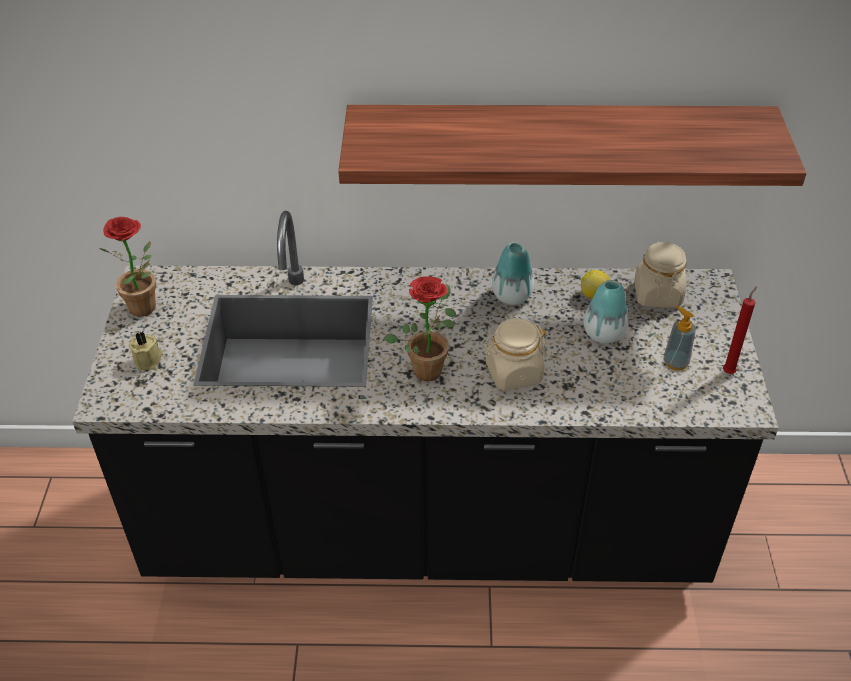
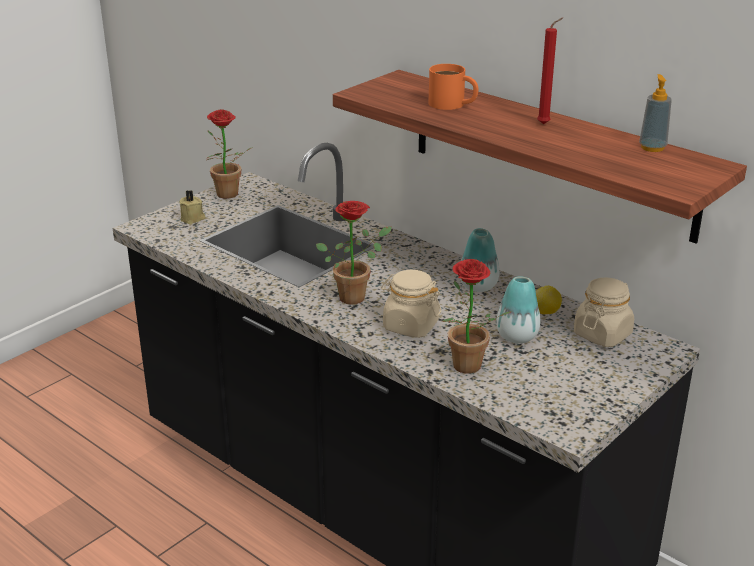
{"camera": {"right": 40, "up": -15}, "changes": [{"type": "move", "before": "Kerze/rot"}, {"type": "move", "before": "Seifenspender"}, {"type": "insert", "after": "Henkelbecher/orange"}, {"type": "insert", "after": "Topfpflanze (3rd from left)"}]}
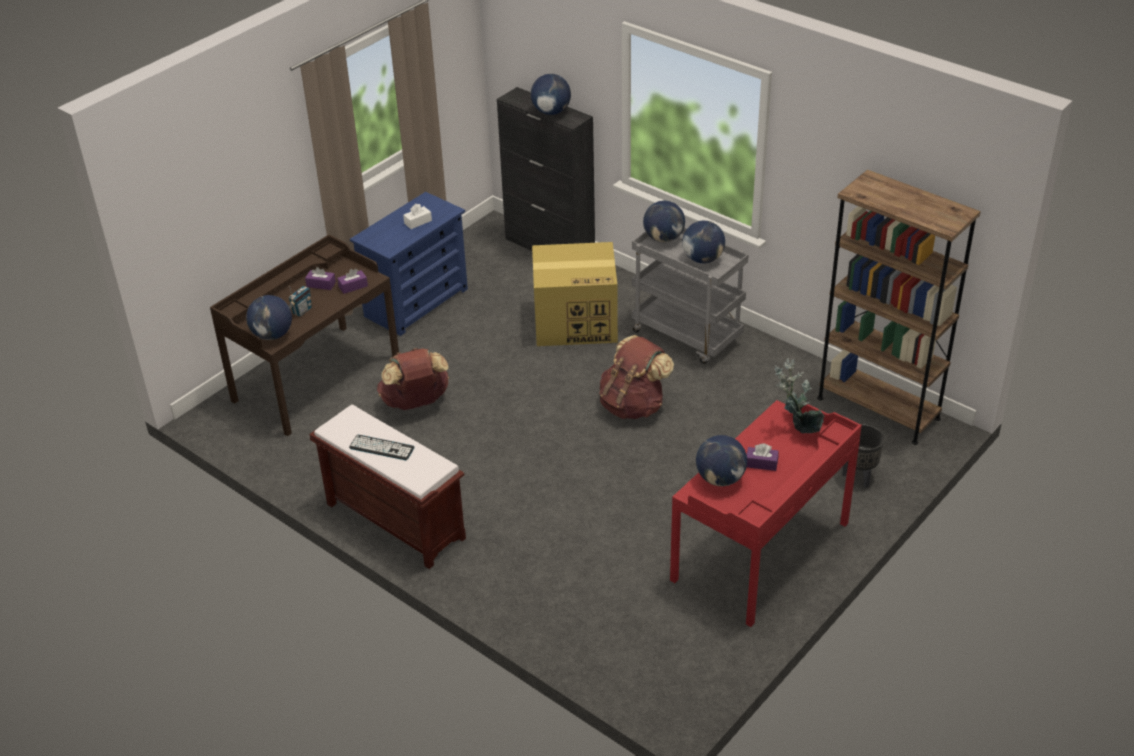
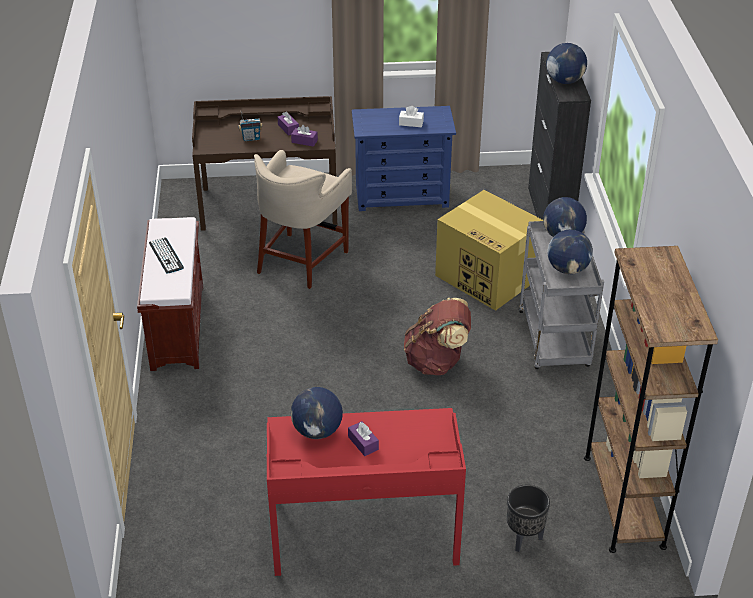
{"camera": {"right": 45, "up": 0}, "changes": [{"type": "delete", "before": "Globus (1st from left)"}, {"type": "replace", "before": "Rucksack/braun (1st from left)", "after": "Hocker/beige"}, {"type": "delete", "before": "Topfpflanze"}]}
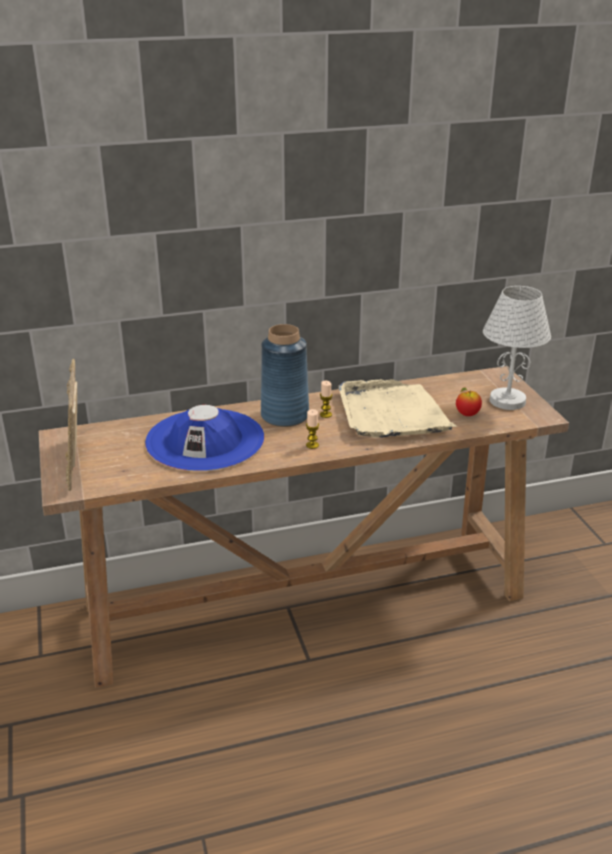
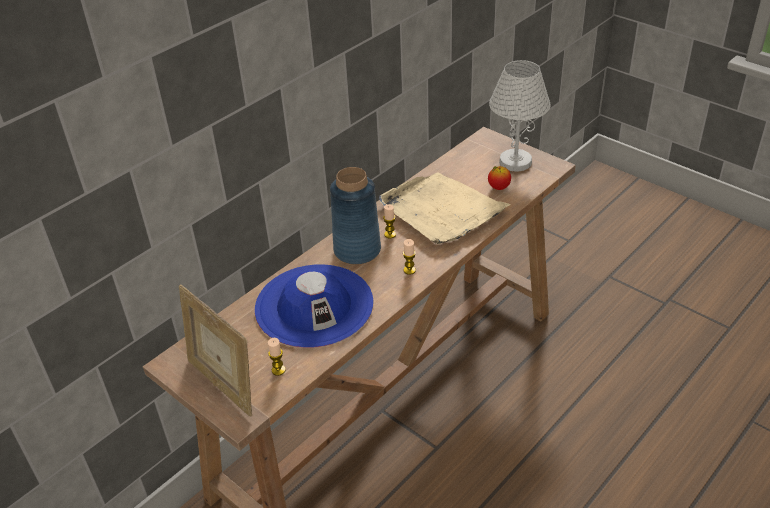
{"camera": {"right": -30, "up": 10}, "changes": [{"type": "insert", "after": "Kerze (1st from left)"}]}
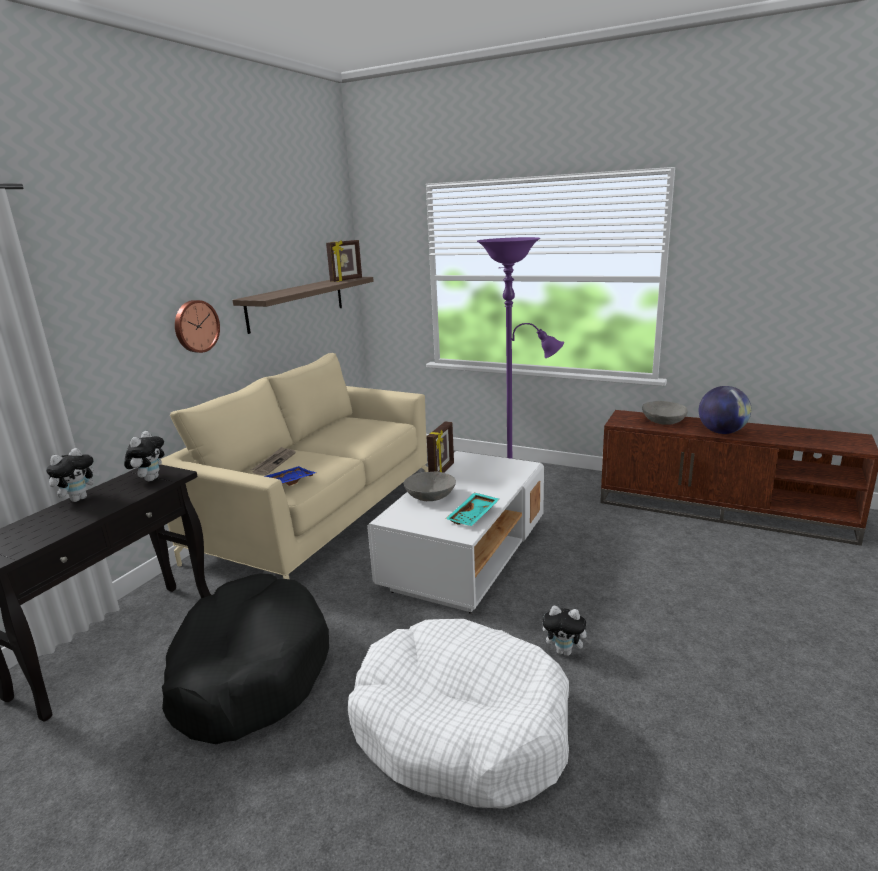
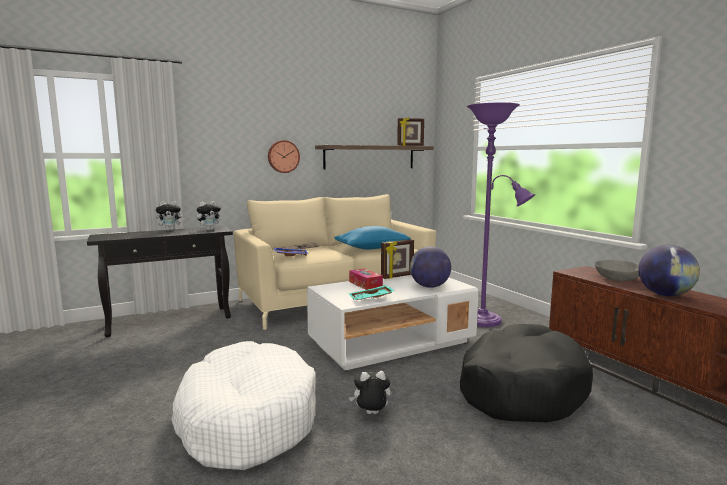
{"camera": {"right": 35, "up": -10}, "changes": [{"type": "replace", "before": "Schüssel/grau (1st from left)", "after": "Taschentuchbox"}, {"type": "move", "before": "Hundebett/schwarz"}, {"type": "rotate", "before": "Plüschtier (3rd from left)", "turn": 120}, {"type": "insert", "after": "Kissen/blau"}, {"type": "insert", "after": "Globus (1st from left)"}]}
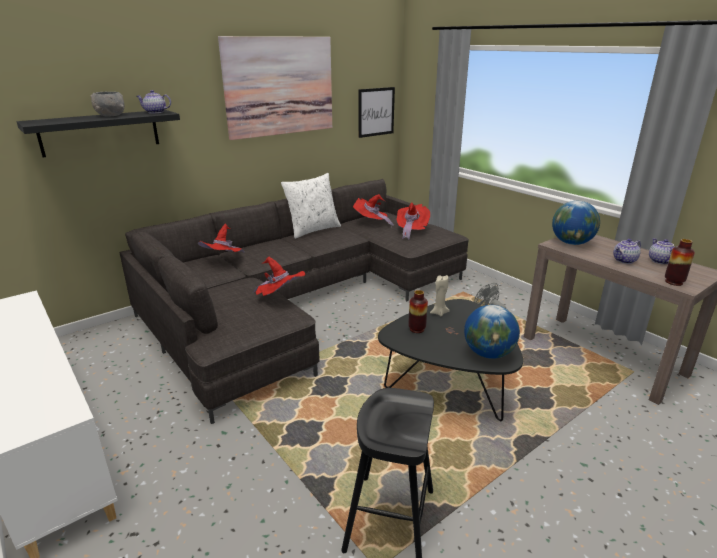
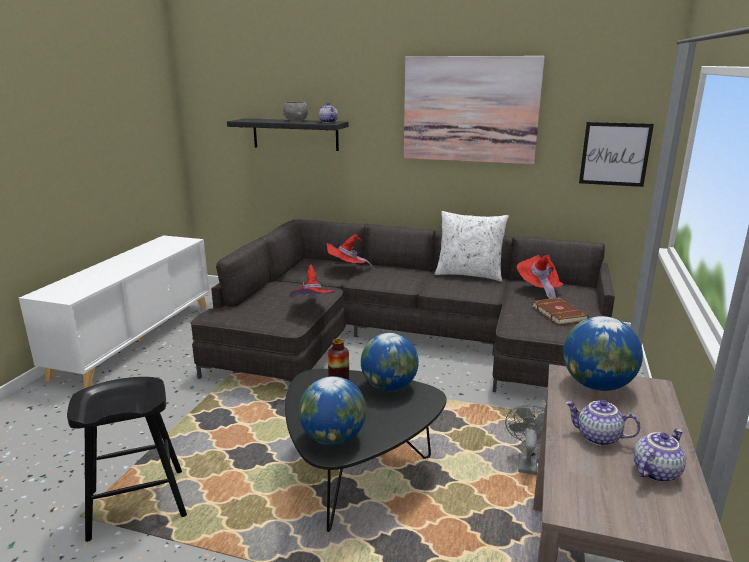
{"camera": {"right": 55, "up": -5}, "changes": [{"type": "replace", "before": "Hut/rot (4th from left)", "after": "Buch/braun"}, {"type": "delete", "before": "Vase (2nd from left)"}, {"type": "replace", "before": "Kerze/beige", "after": "Globus (2nd from left)"}]}
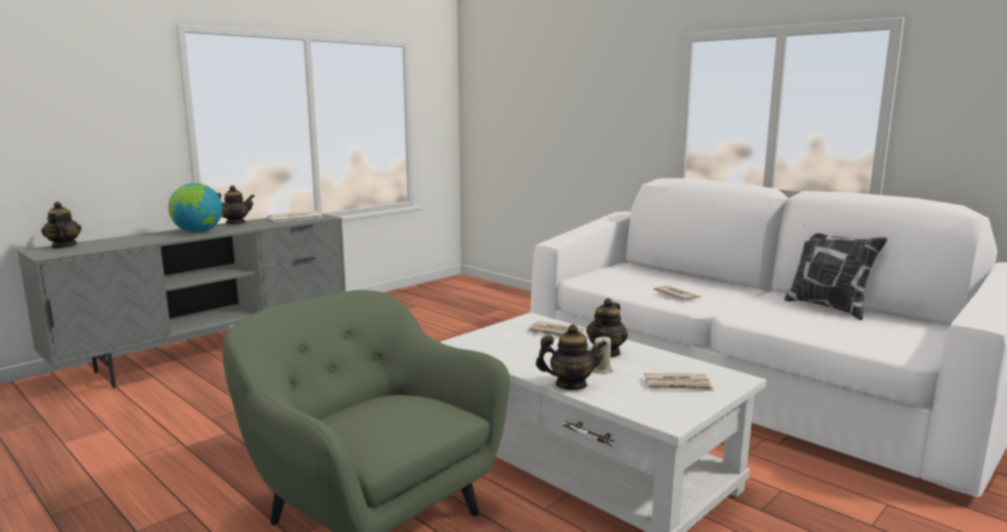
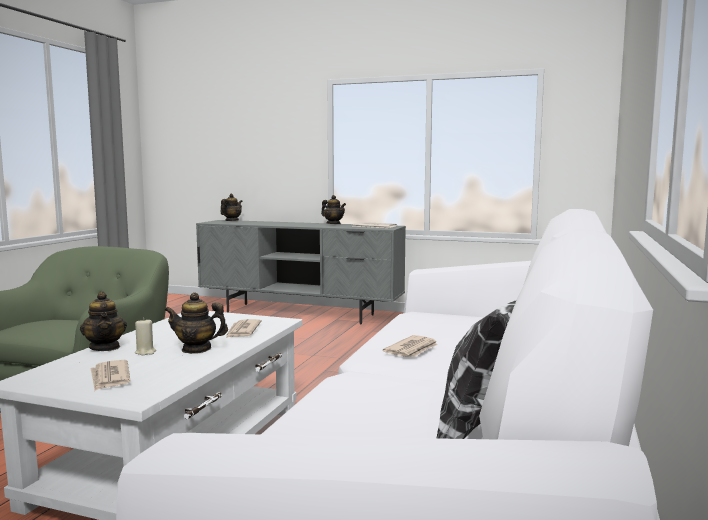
{"camera": {"right": 65, "up": -5}, "changes": [{"type": "delete", "before": "Globus"}]}
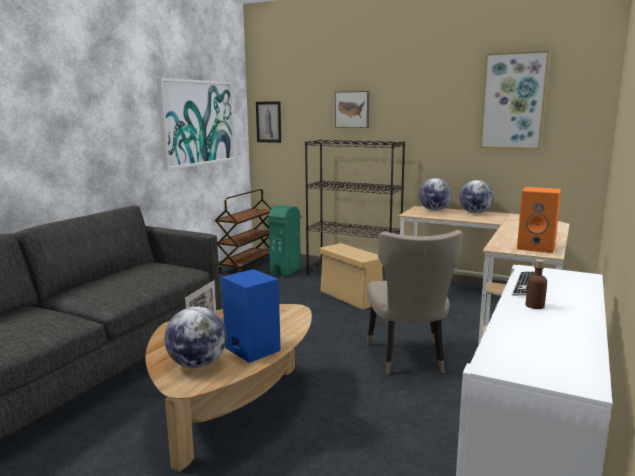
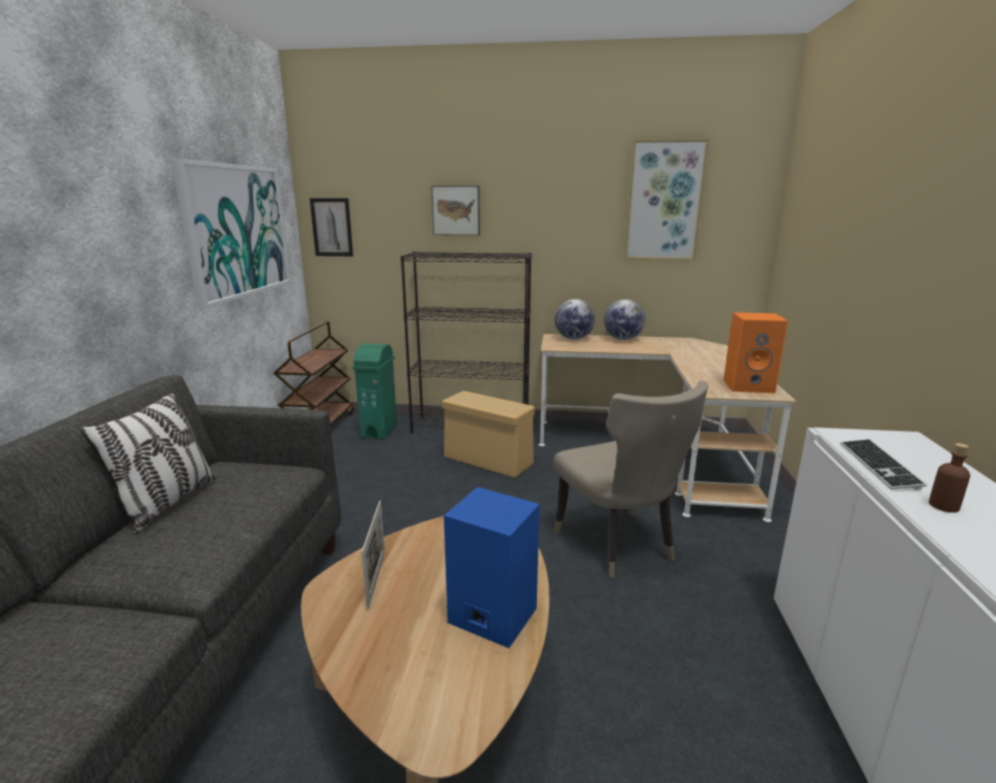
{"camera": {"right": -20, "up": 5}, "changes": [{"type": "delete", "before": "Globus (1st from left)"}, {"type": "insert", "after": "Kissen"}]}
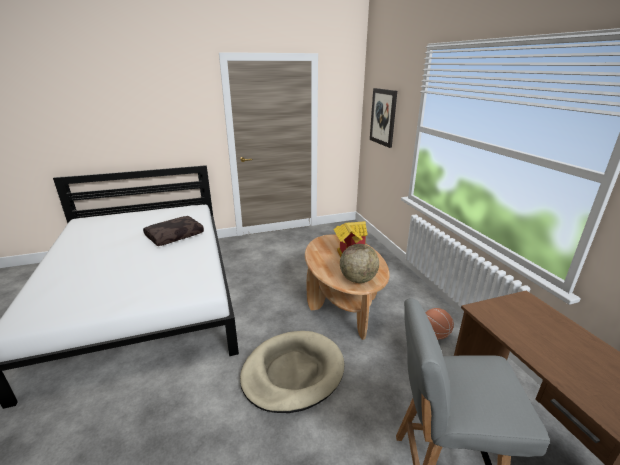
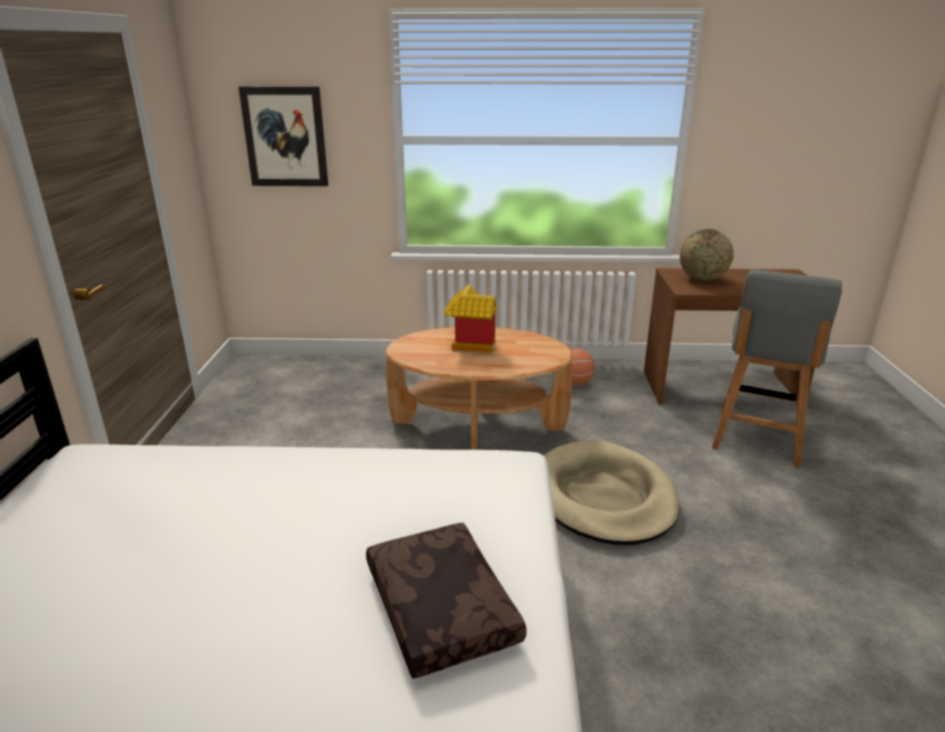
{"camera": {"right": -70, "up": 0}, "changes": [{"type": "move", "before": "Kissen/braun"}, {"type": "move", "before": "Globus"}]}
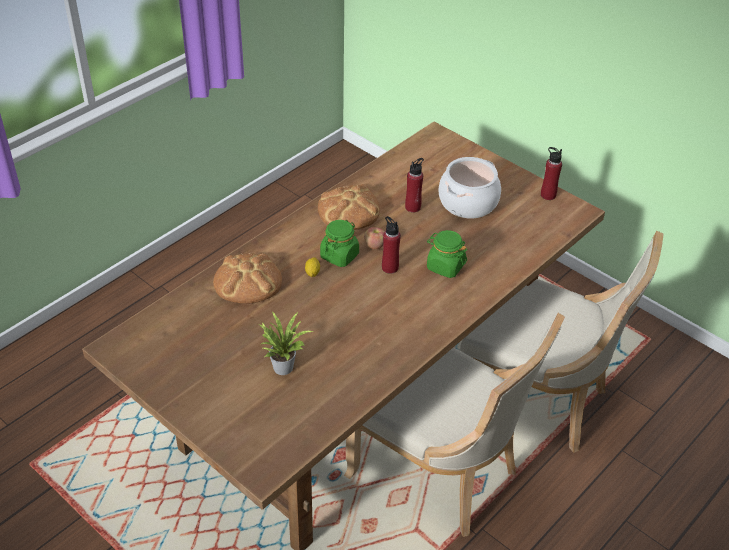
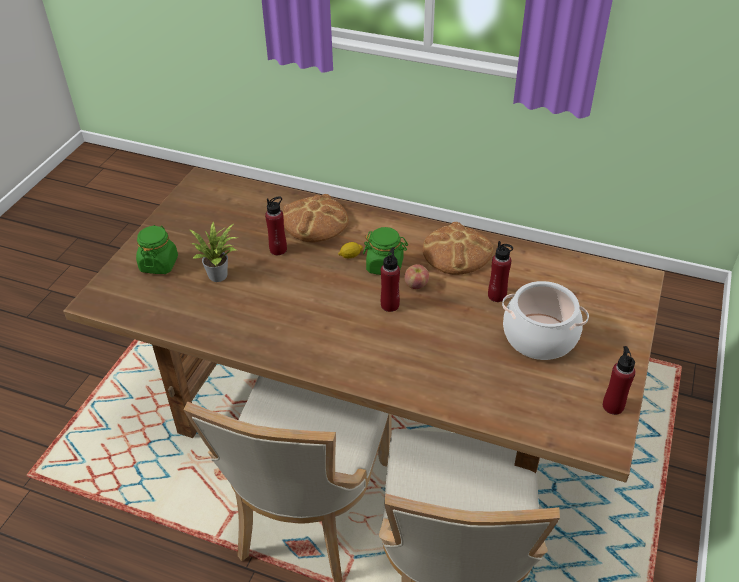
{"camera": {"right": 70, "up": 0}, "changes": [{"type": "move", "before": "Vorratsglas/grün (2nd from left in the first image)", "after": "Vorratsglas/grün (1st from left)"}, {"type": "insert", "after": "Flasche/rot (1st from left)"}]}
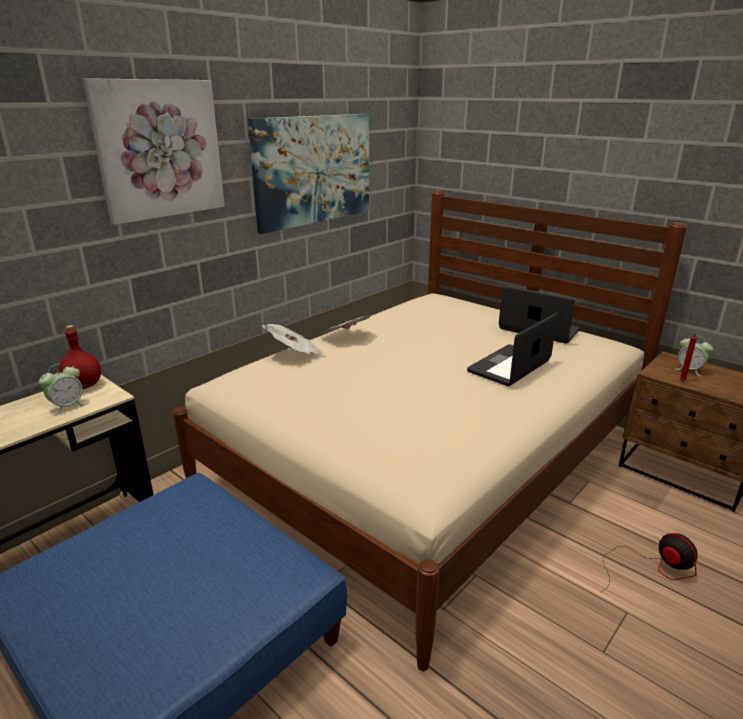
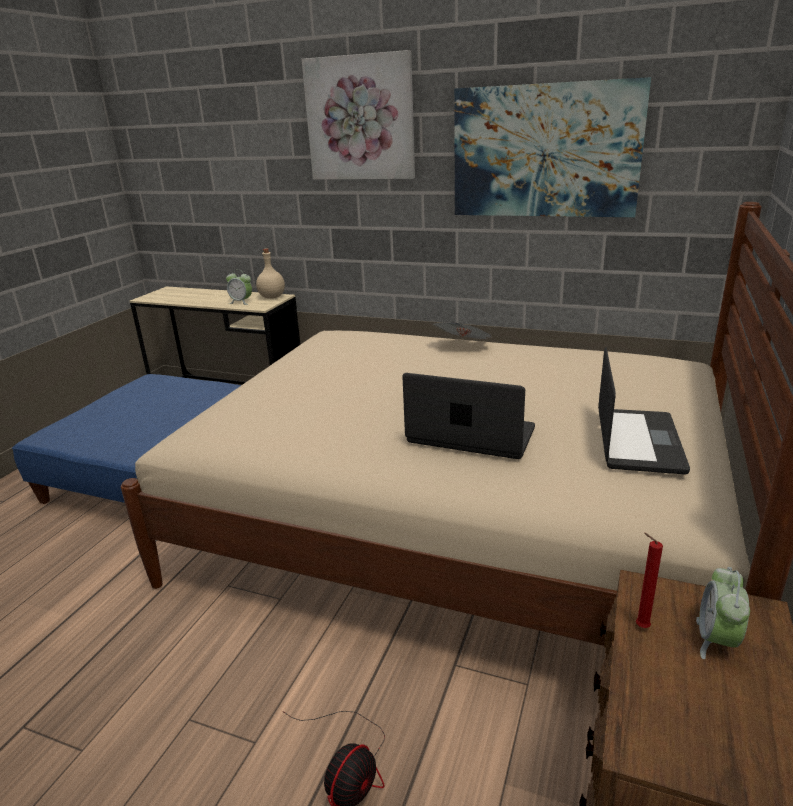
{"camera": {"right": 70, "up": 0}, "changes": [{"type": "delete", "before": "Zeitung (1st from left)"}, {"type": "recolor", "before": "Flasche/rot", "after": "Flasche/beige"}]}
